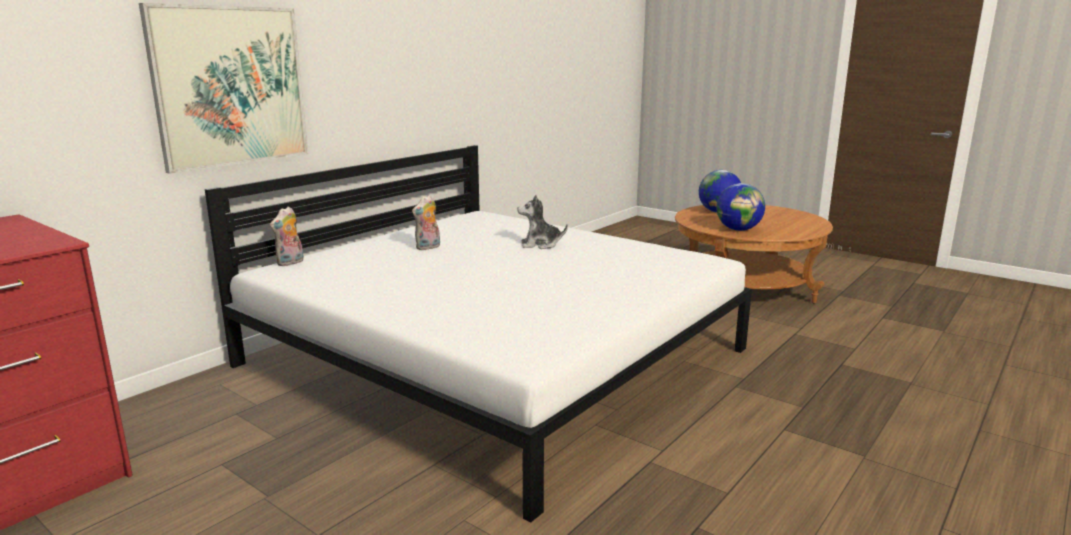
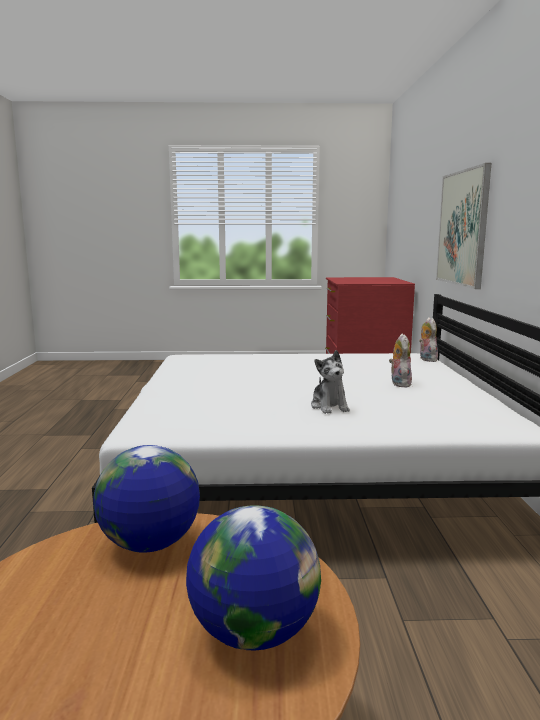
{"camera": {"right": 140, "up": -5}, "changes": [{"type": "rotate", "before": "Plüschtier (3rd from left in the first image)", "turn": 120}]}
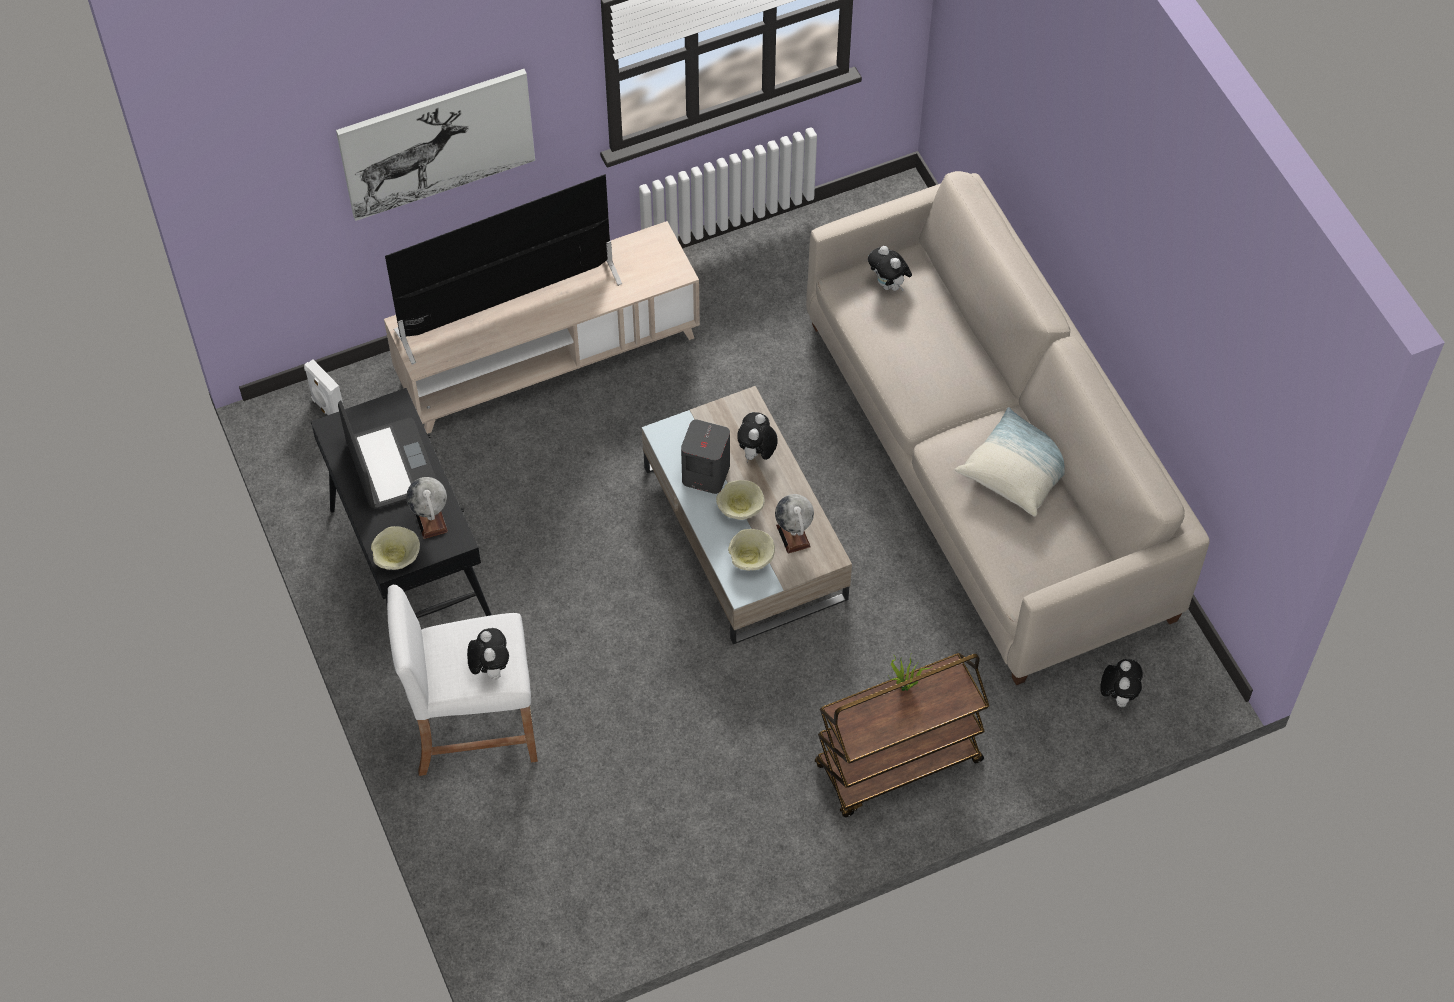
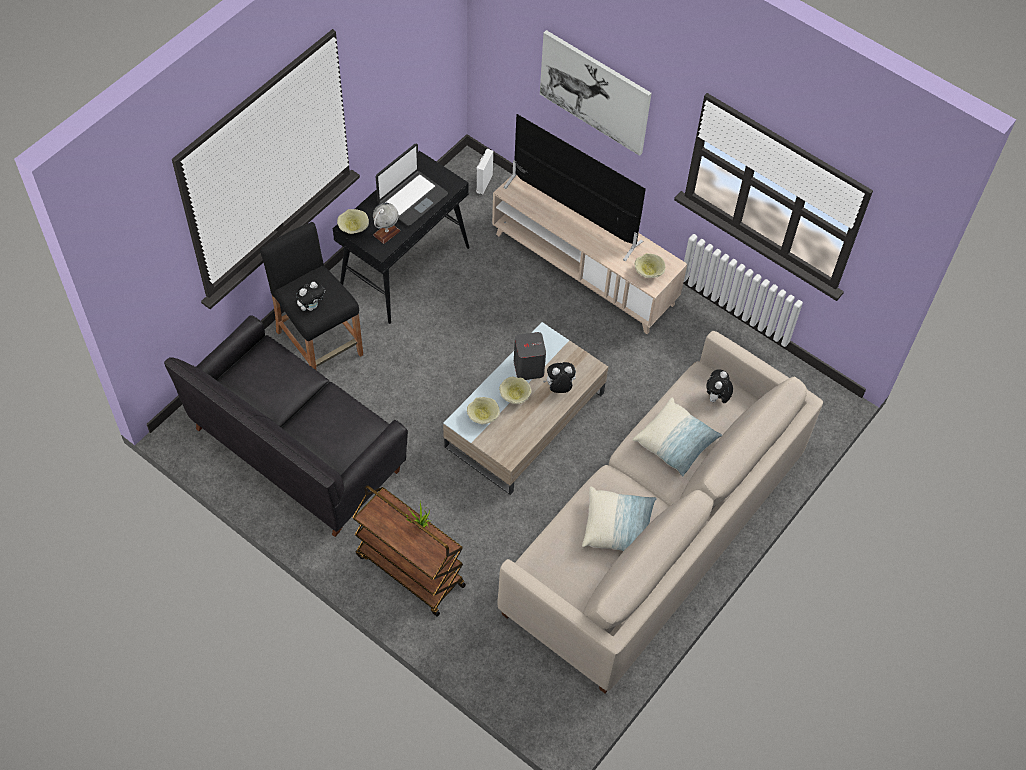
{"camera": {"right": 60, "up": 0}, "changes": [{"type": "delete", "before": "Globus (2nd from left)"}, {"type": "recolor", "before": "Hocker/weiß", "after": "Hocker/schwarz"}, {"type": "delete", "before": "Plüschtier (4th from left)"}, {"type": "insert", "after": "Schüssel/beige (4th from left)"}, {"type": "insert", "after": "Sofa/schwarz"}, {"type": "insert", "after": "Kissen (2nd from left)"}]}
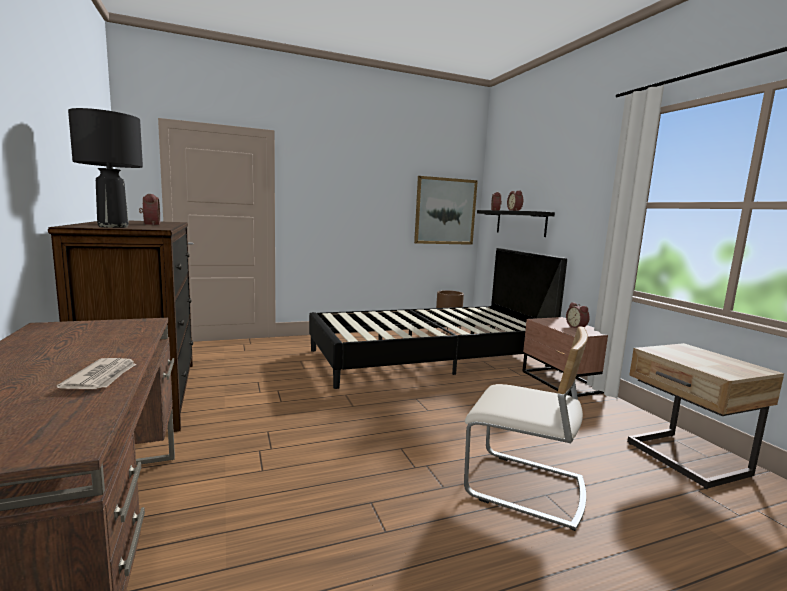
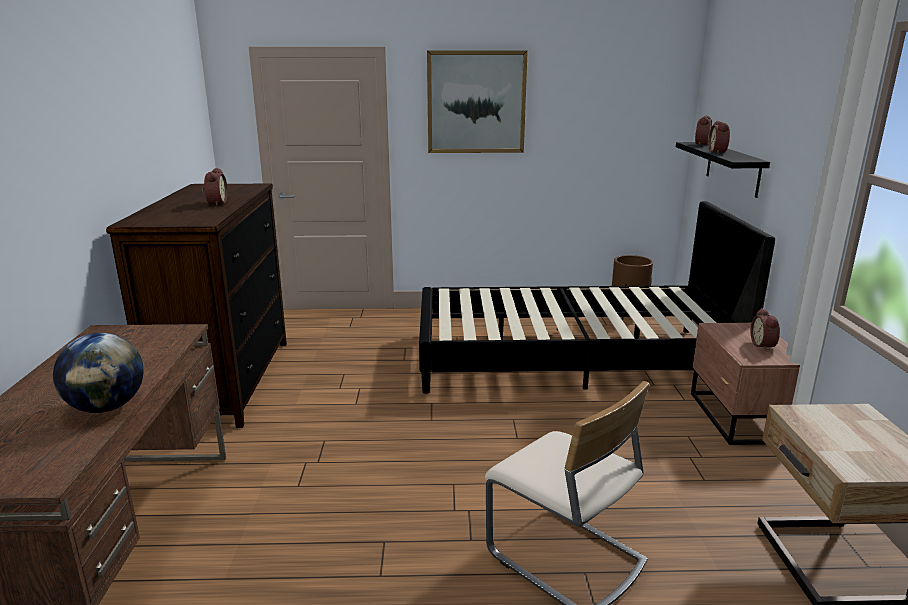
{"camera": {"right": 20, "up": 10}, "changes": [{"type": "delete", "before": "Tischlampe/schwarz"}, {"type": "move", "before": "Bild"}, {"type": "replace", "before": "Zeitung", "after": "Globus"}]}
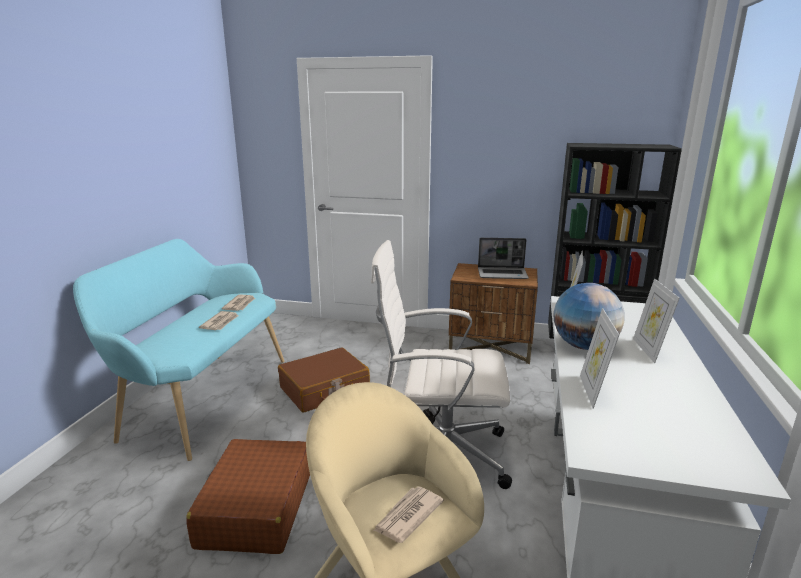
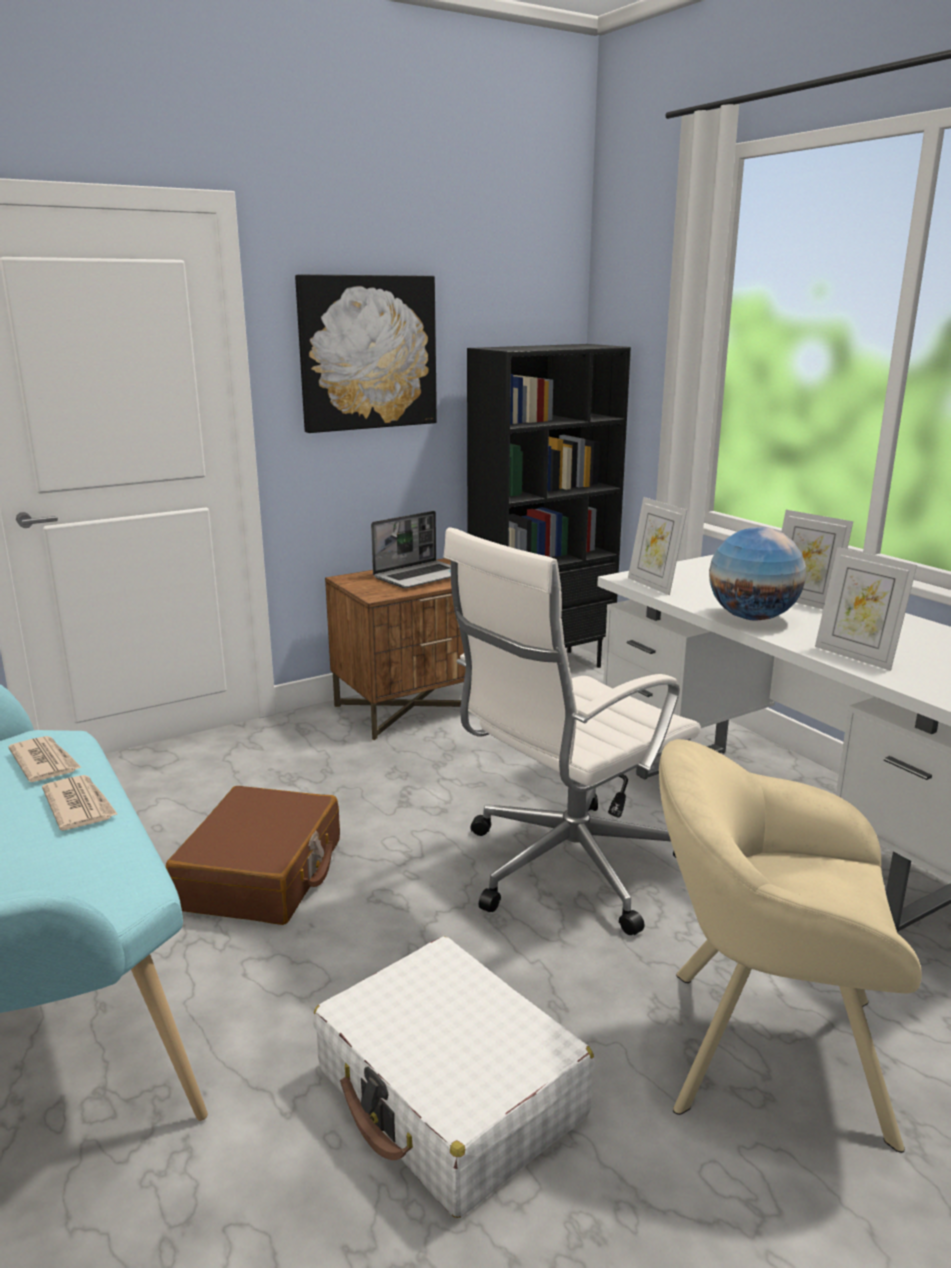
{"camera": {"right": -45, "up": 0}, "changes": [{"type": "recolor", "before": "Koffer/braun (1st from left)", "after": "Koffer/weiß"}, {"type": "delete", "before": "Zeitung (3rd from left)"}, {"type": "insert", "after": "Bild"}]}
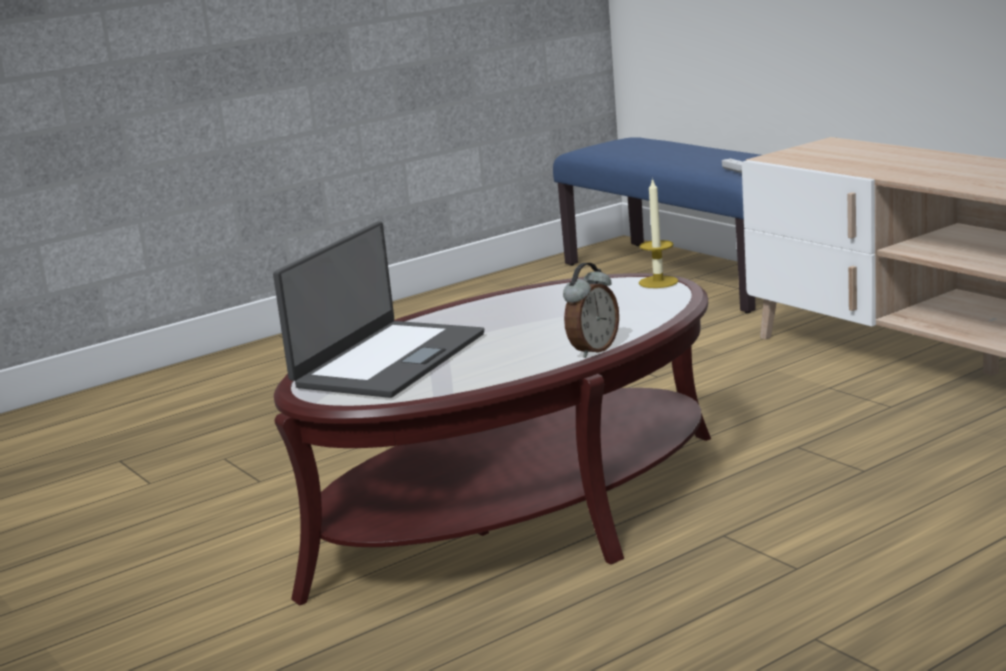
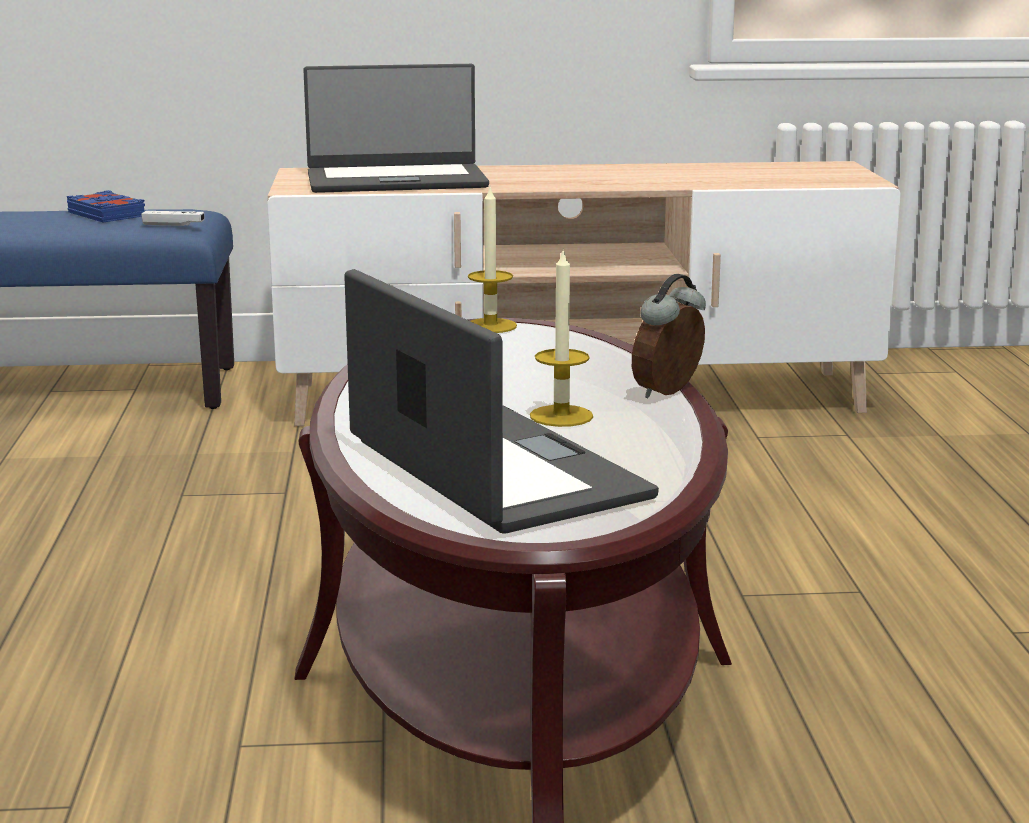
{"camera": {"right": -60, "up": 0}, "changes": [{"type": "rotate", "before": "Wecker", "turn": -120}, {"type": "insert", "after": "Laptop (1st from left)"}, {"type": "insert", "after": "Buch/blau"}, {"type": "insert", "after": "Kerze (2nd from left)"}]}
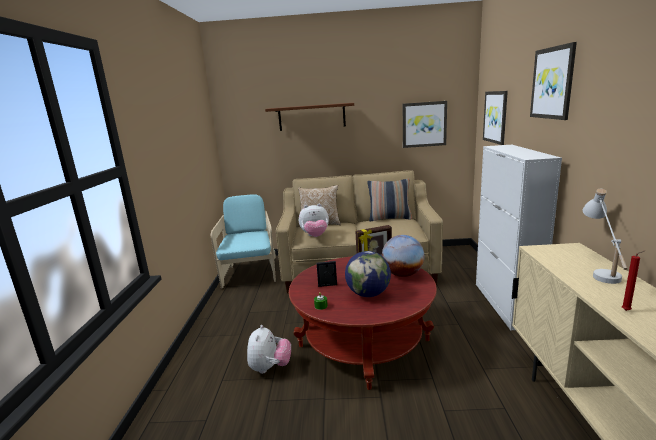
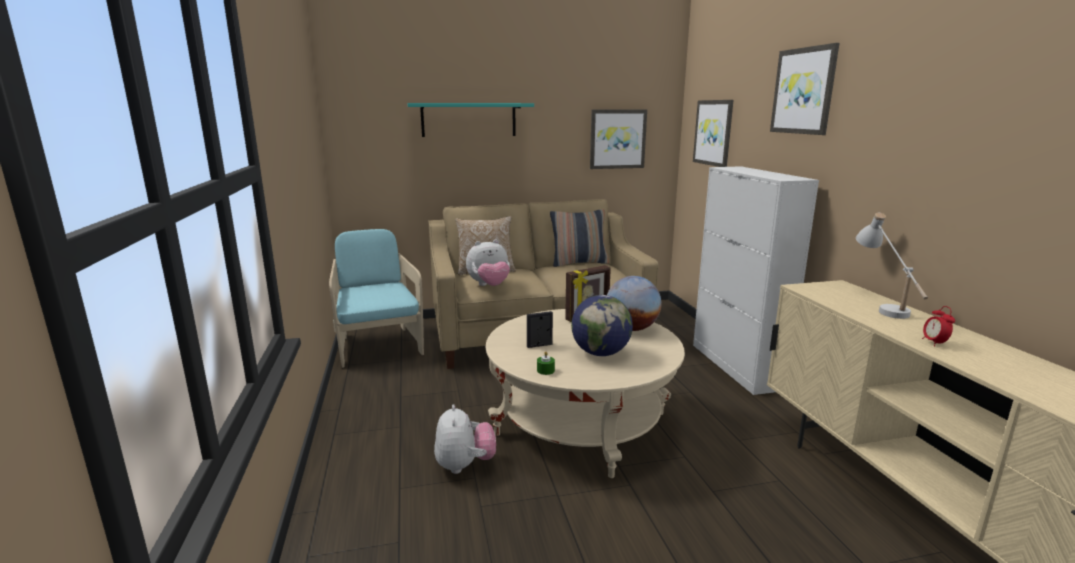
{"camera": {"right": -15, "up": 0}, "changes": [{"type": "recolor", "before": "Wandregal/braun", "after": "Wandregal/türkis"}, {"type": "replace", "before": "Kerze/rot", "after": "Wecker"}, {"type": "recolor", "before": "Couchtisch/rot", "after": "Couchtisch/beige"}]}
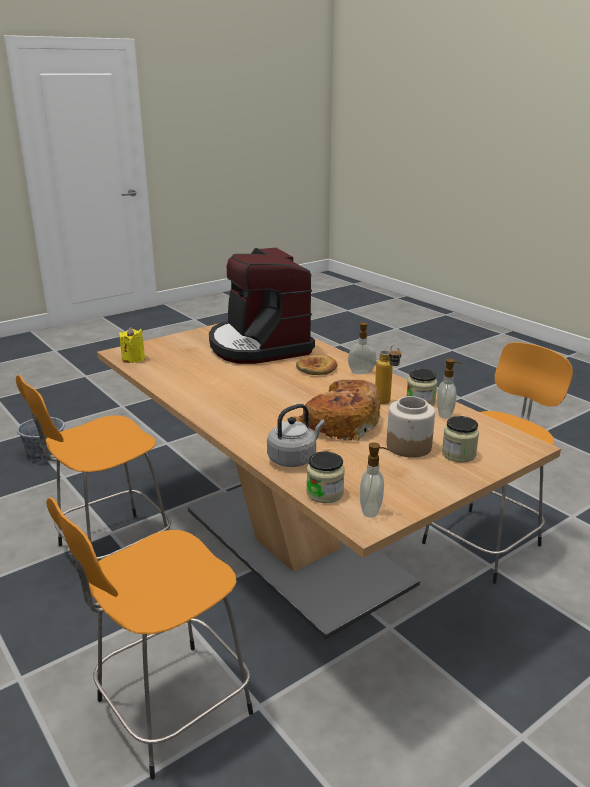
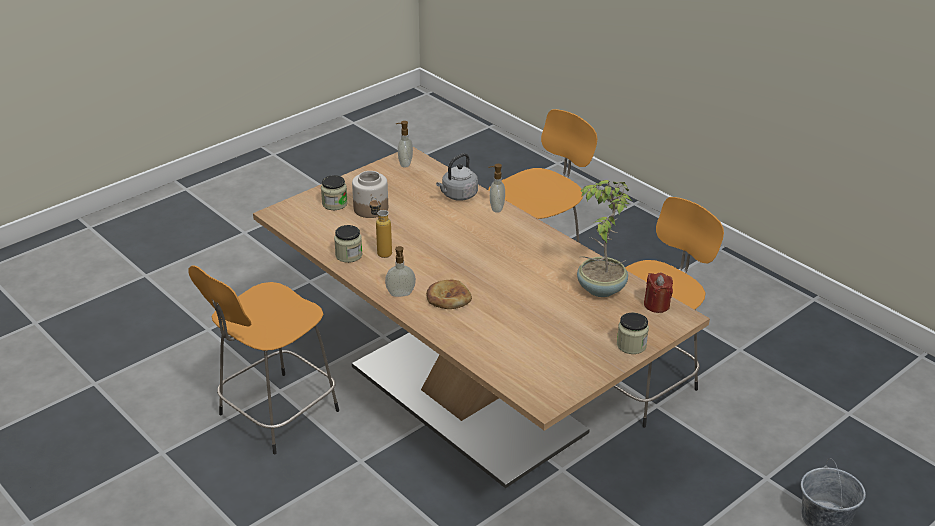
{"camera": {"right": 175, "up": 10}, "changes": [{"type": "delete", "before": "Kaffeemaschine"}, {"type": "recolor", "before": "Kerze/gelb", "after": "Kerze/rot"}, {"type": "move", "before": "Seifenspender (3rd from left)"}, {"type": "delete", "before": "Brot (2nd from left)"}, {"type": "move", "before": "Vorratsglas (1st from left in the first image)", "after": "Vorratsglas (4th from left)"}, {"type": "insert", "after": "Topfpflanze"}]}
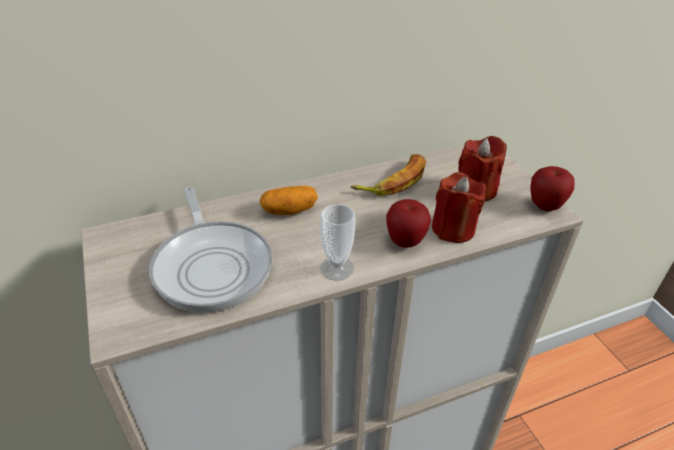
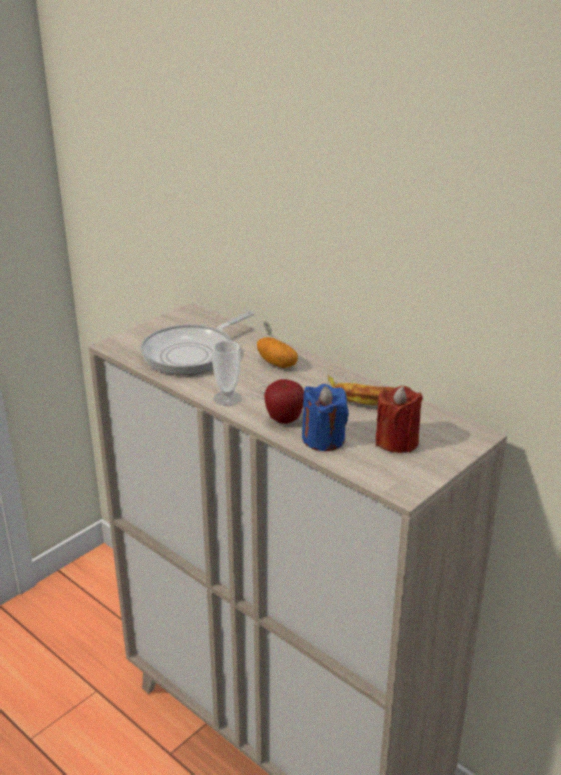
{"camera": {"right": 65, "up": -10}, "changes": [{"type": "delete", "before": "Apfel (2nd from left)"}, {"type": "recolor", "before": "Kerze/rot (1st from left)", "after": "Kerze/blau"}]}
